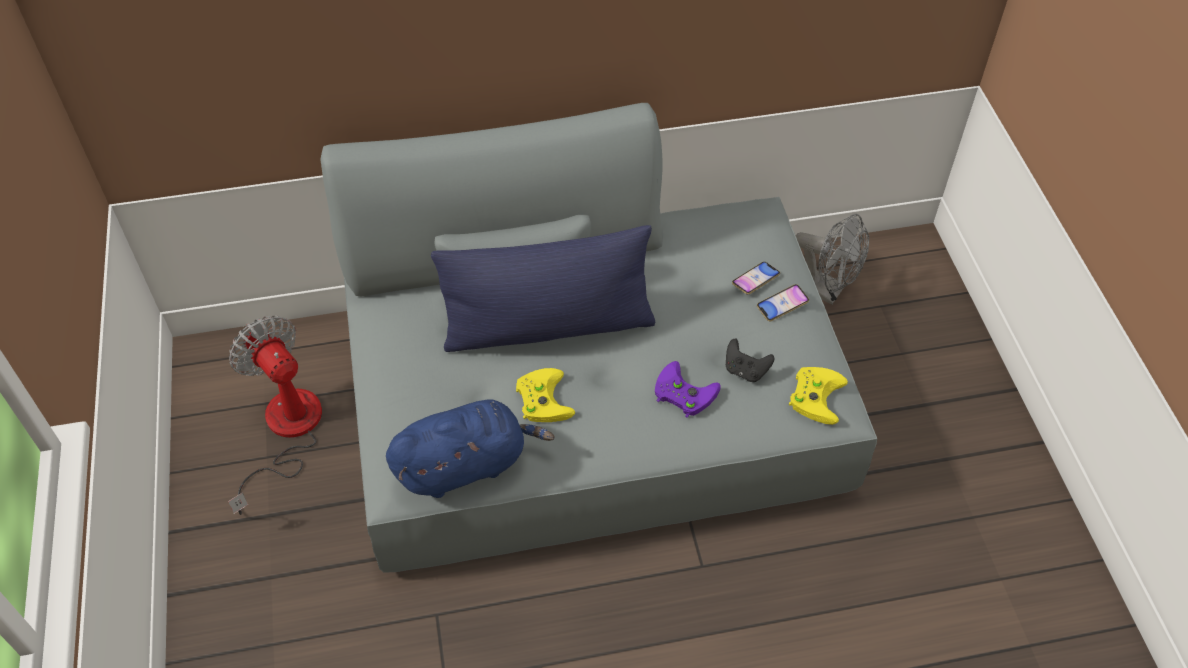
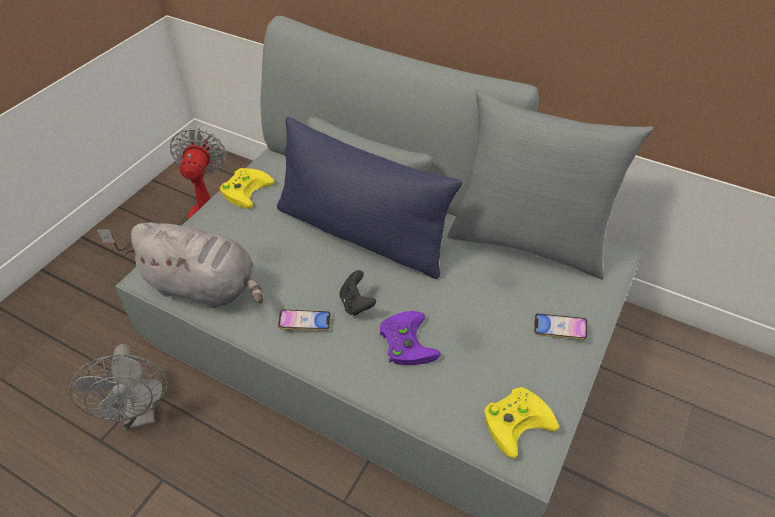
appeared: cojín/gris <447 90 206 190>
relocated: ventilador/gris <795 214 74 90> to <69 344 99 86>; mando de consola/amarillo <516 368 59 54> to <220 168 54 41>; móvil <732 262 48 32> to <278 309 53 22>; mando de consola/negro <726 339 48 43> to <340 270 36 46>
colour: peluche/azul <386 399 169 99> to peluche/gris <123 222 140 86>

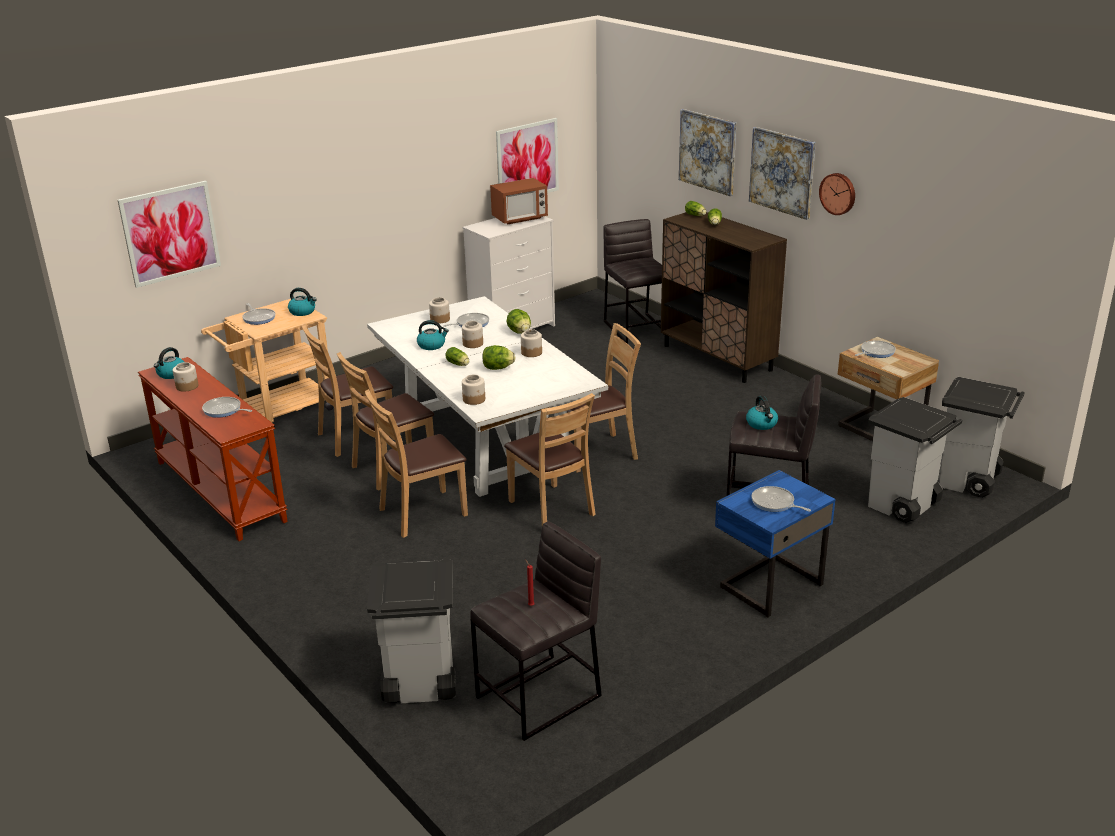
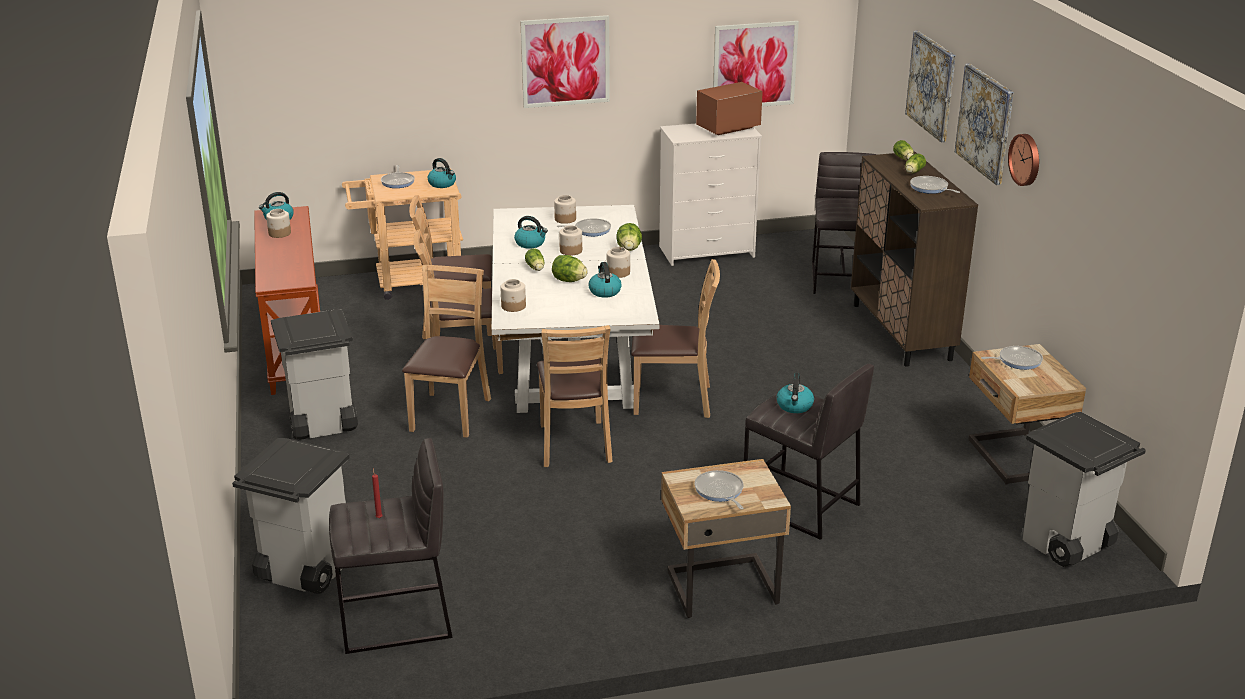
appeared: hervidor <588 262 34 36>
relocated: papelera/gris <868 397 94 126> to <271 310 87 130>; cuadro <118 181 103 107> to <520 15 90 93>; sartén <202 397 50 21> to <910 176 50 18>
colour: mesita de noche/azul <715 470 120 148> to mesita de noche/beis <661 459 130 159>
spun: silla/marrón <365 389 103 149> = <402 265 89 173> 105 degrees clockwise; microondas <490 178 58 46> = <696 82 67 53> 150 degrees clockwise

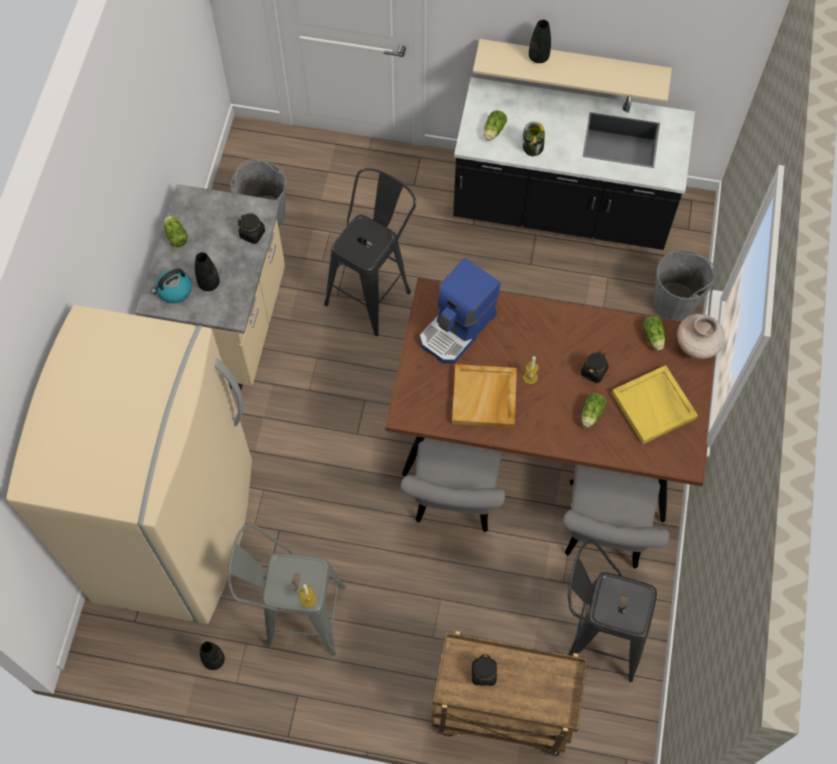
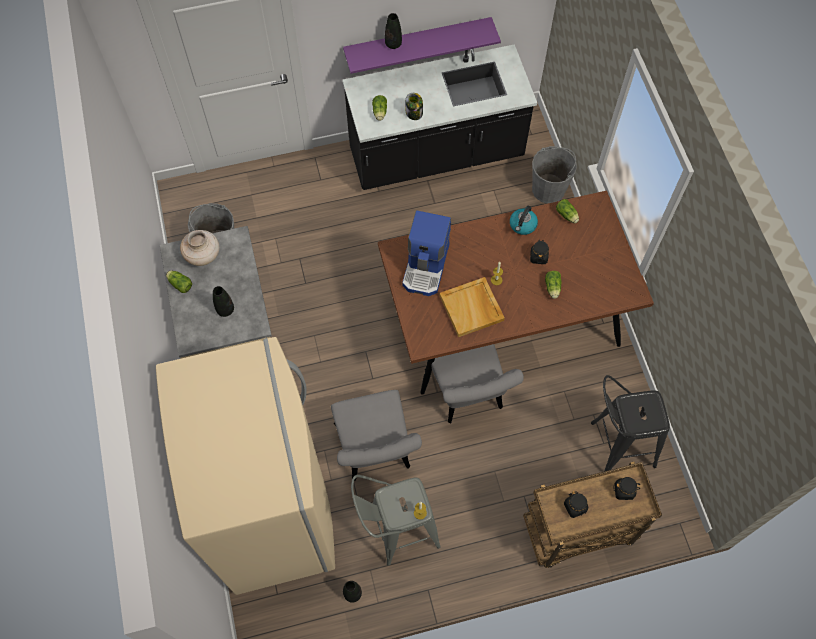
missing: taburete/negro <324 168 92 168>; bandeja/amarillo <611 365 87 79>
relocated: florero/beis <677 314 48 45> to <180 230 40 36>; silla/gris <562 464 107 105> to <331 390 91 91>; hervidor <151 268 41 35> to <510 206 28 29>; tarro/negro <238 213 27 31> to <613 477 28 23>
colour: estante/beis <473 39 199 64> to estante/morado <343 17 158 57>

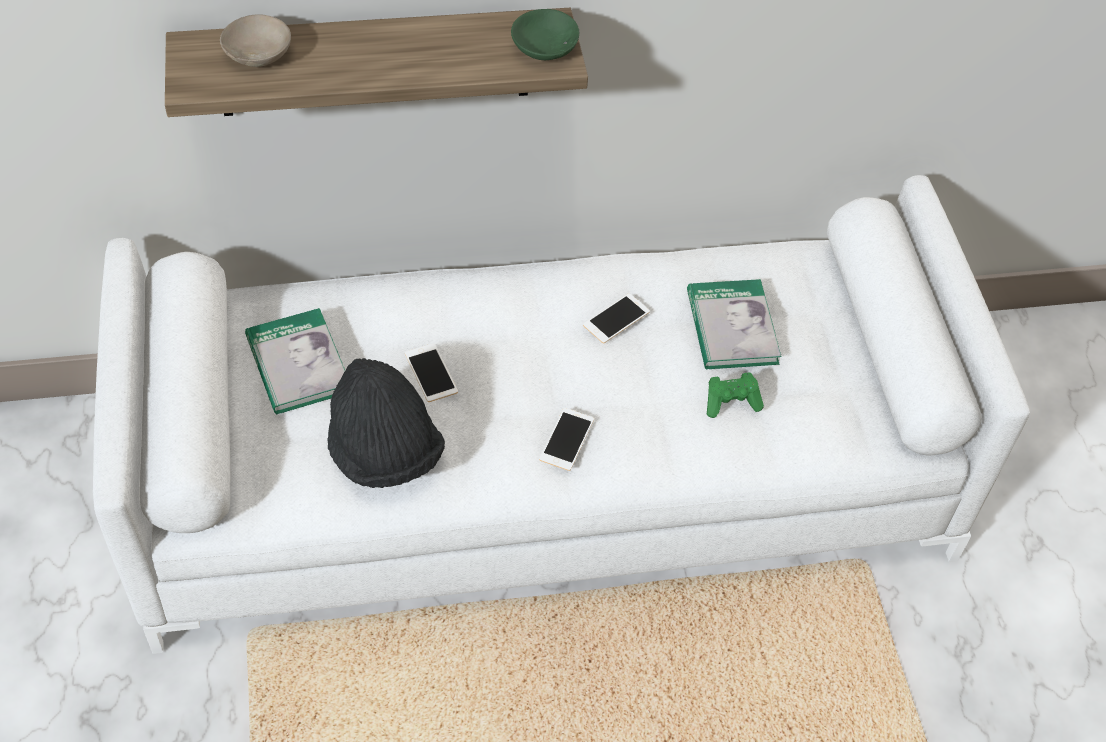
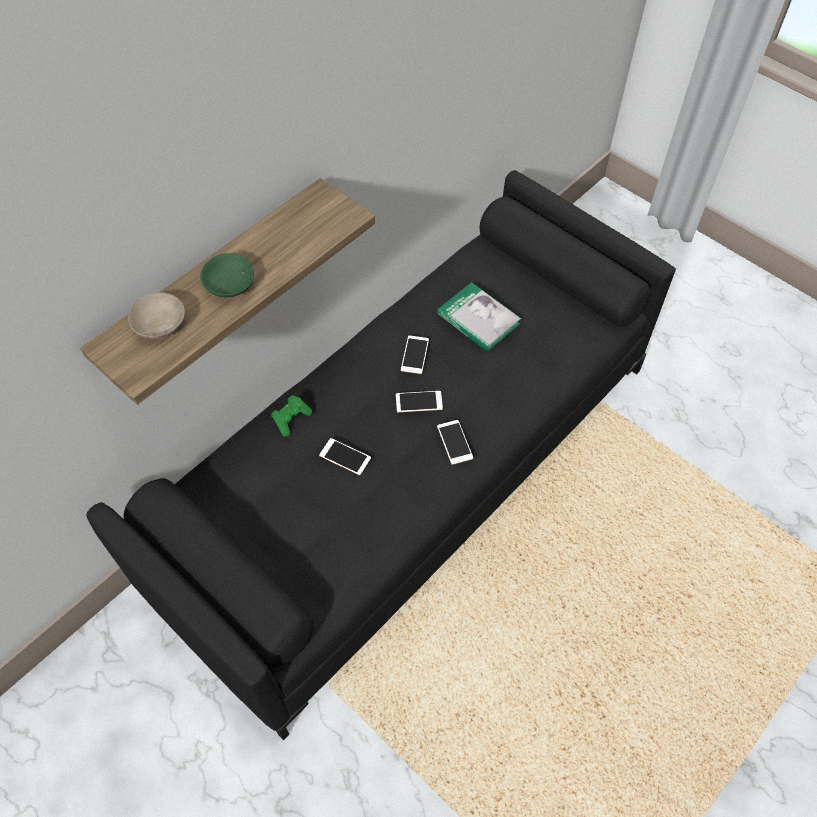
missing: libro <245 308 100 106>; sombrero/negro <327 358 118 130>
appeared: móvil <396 391 47 21>
relocated: cuenco/verde <511 9 68 51> to <200 253 54 44>; mando de consola/verde <707 372 57 46> to <271 395 41 42>
colour: sofá/blanco <93 175 937 479> to sofá/negro <86 170 590 570>

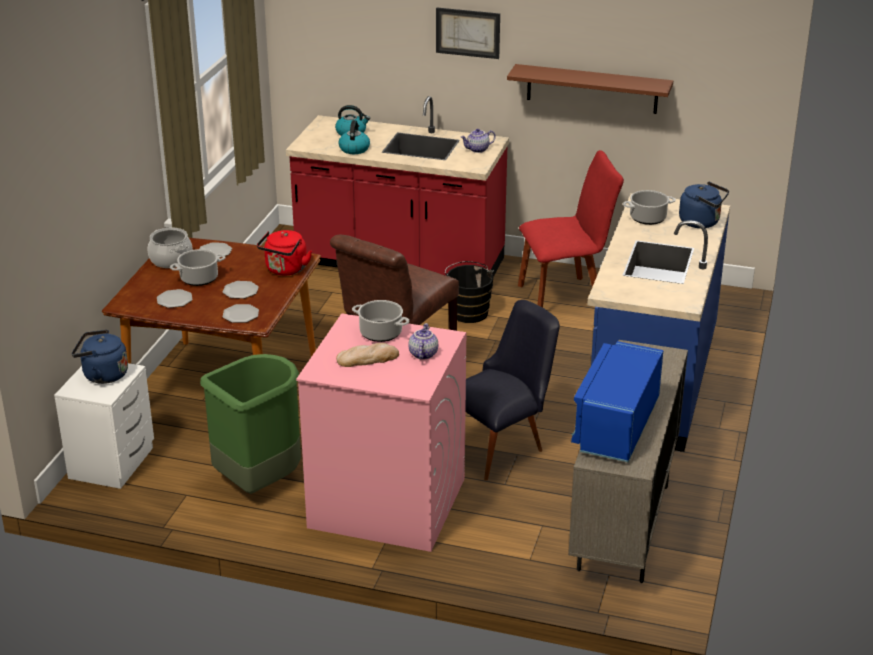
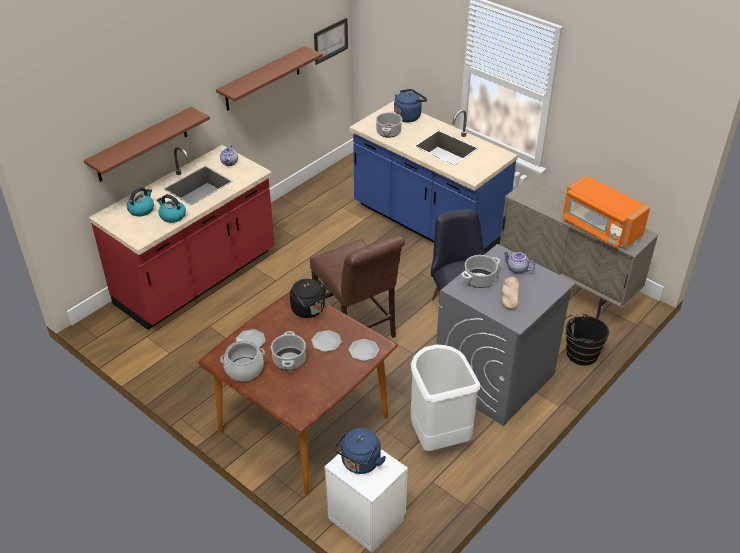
missing: plato <157 289 36 19>; silla/rojo <518 150 106 157>
appeared: estante/marrón <84 107 126 75>
relocated: cuadro <436 8 64 51> to <314 18 34 47>; cubo/negro <445 261 49 62> to <563 313 46 53>
colour: hervidor/rojo <257 230 55 46> to hervidor/negro <290 279 41 39>; papelera/verde <200 354 101 140> to papelera/blanco <410 344 71 107>; lavadora/rosa <296 313 170 239> to lavadora/gris <436 244 139 182>; microondas/azul <571 341 92 121> to microondas/naranja <562 175 88 74>

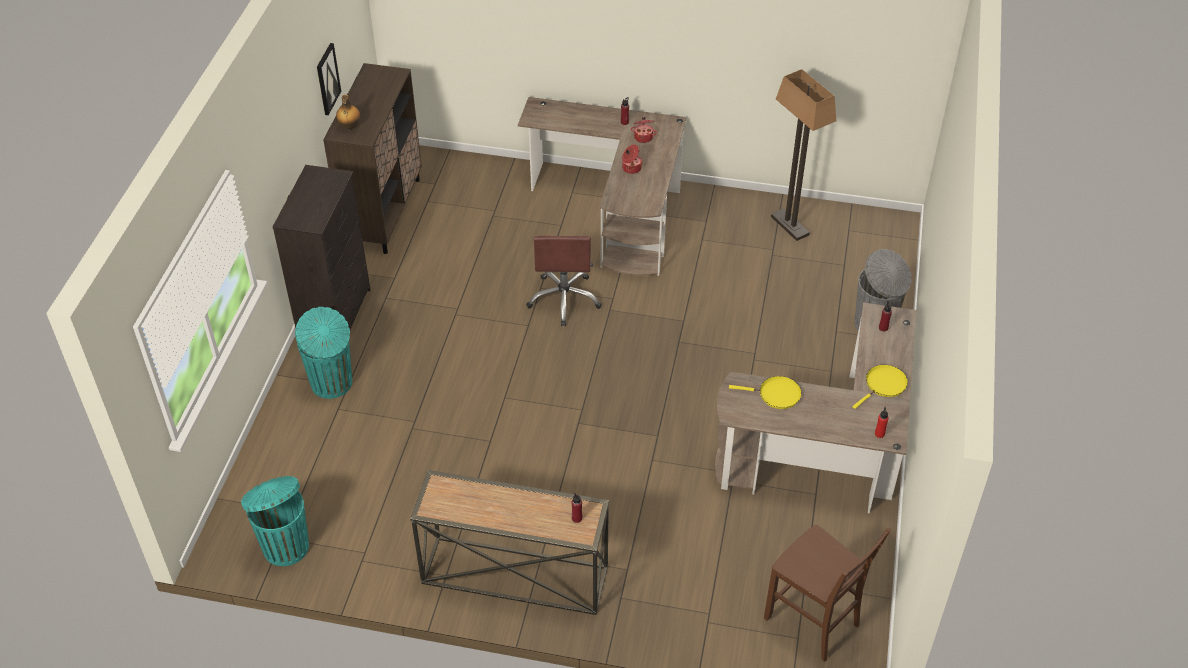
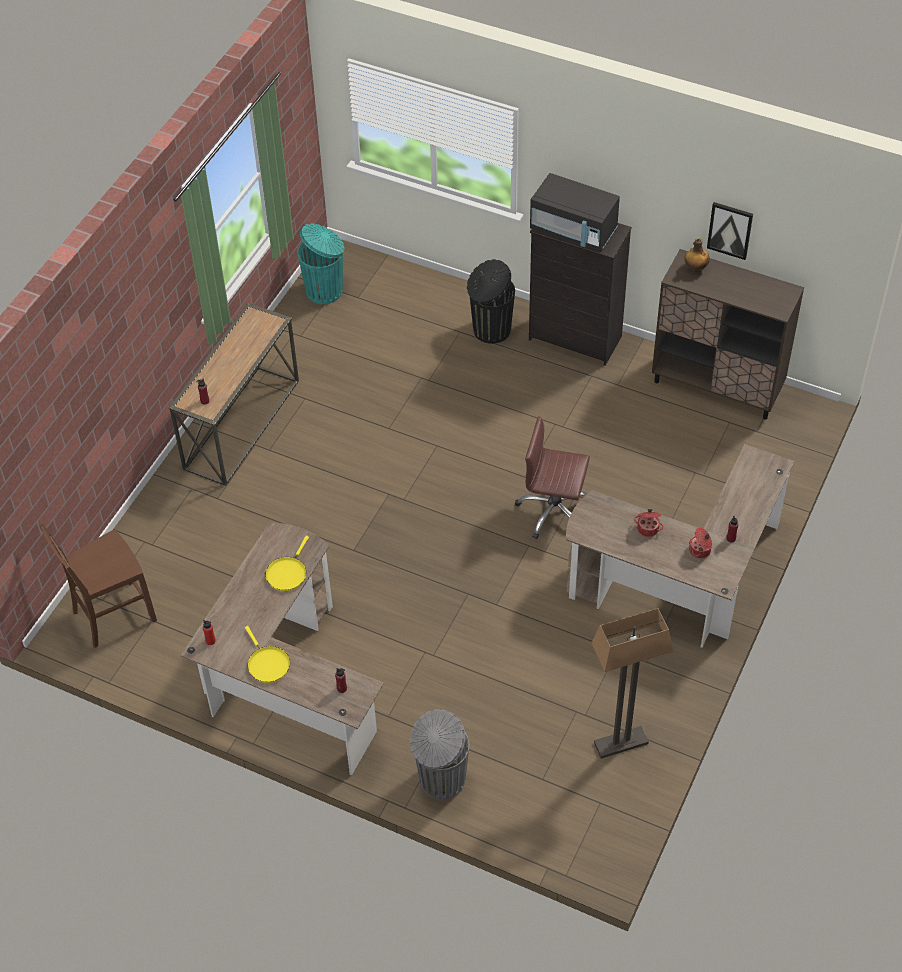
appeared: microondas/negro <530 173 90 79>
colour: papelera/turquesa <295 307 57 92> to papelera/negro <467 259 48 85>

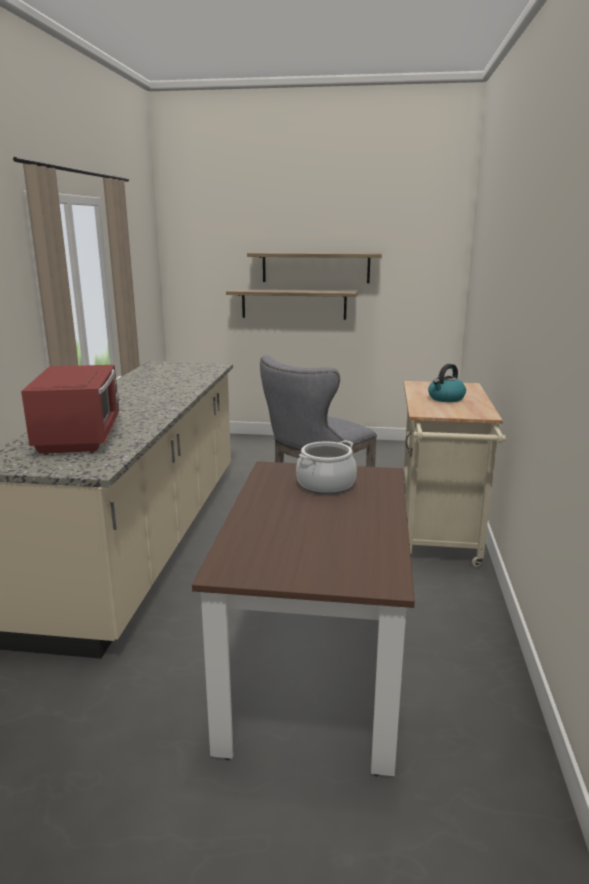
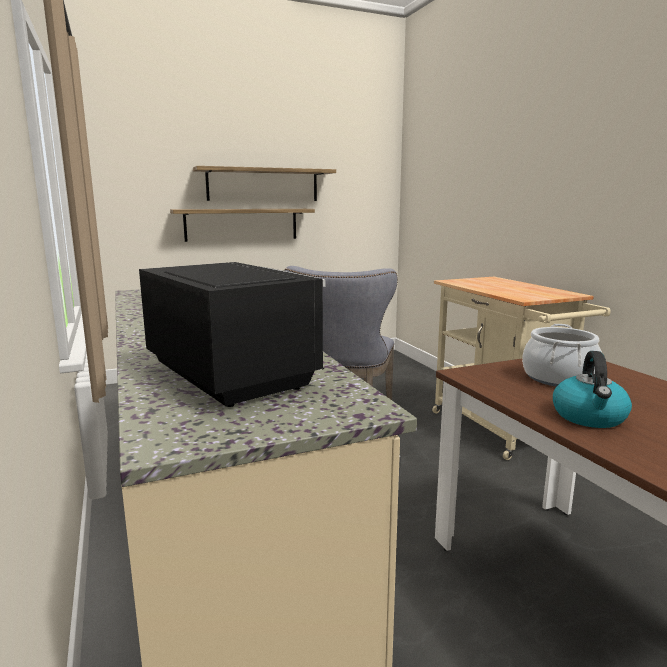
relocated: hervidor <428 364 38 38> to <553 351 79 77>
colour: microondas/rojo <21 365 98 90> to microondas/negro <139 262 187 145>

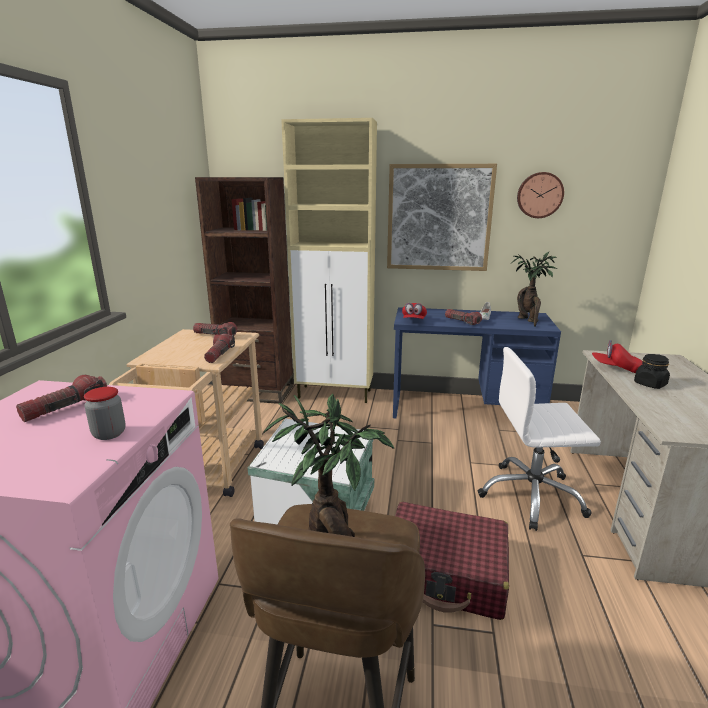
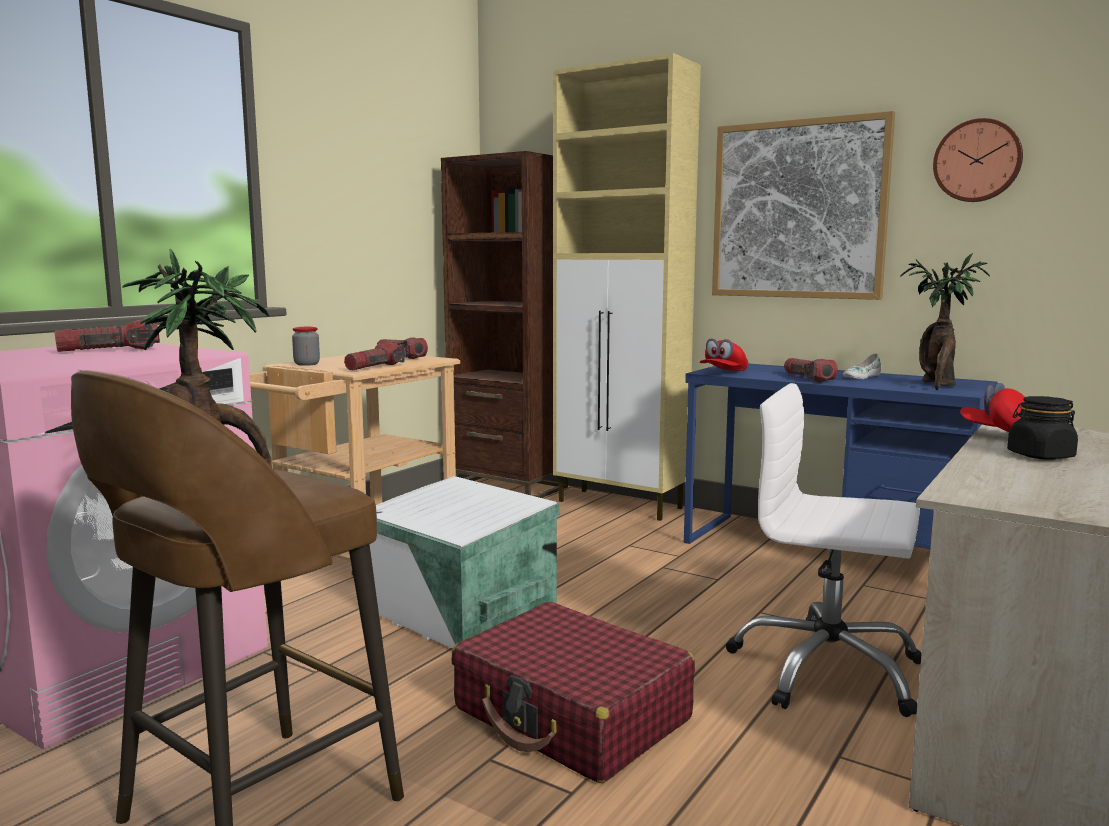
relocated: tarro <84 387 42 53> to <292 327 28 39>

